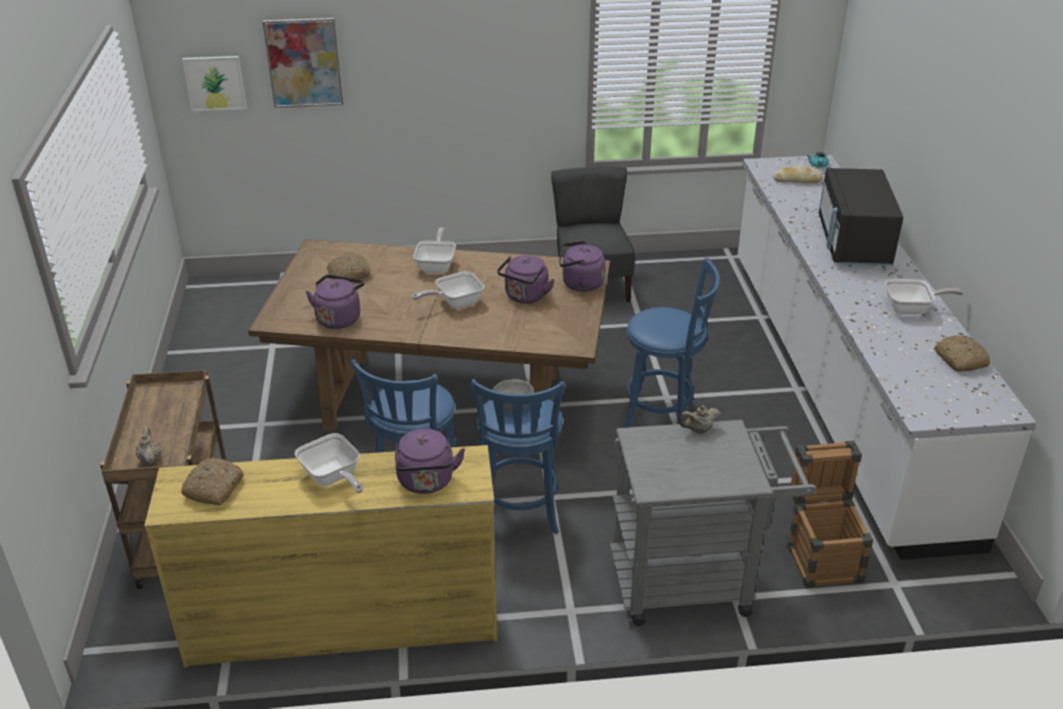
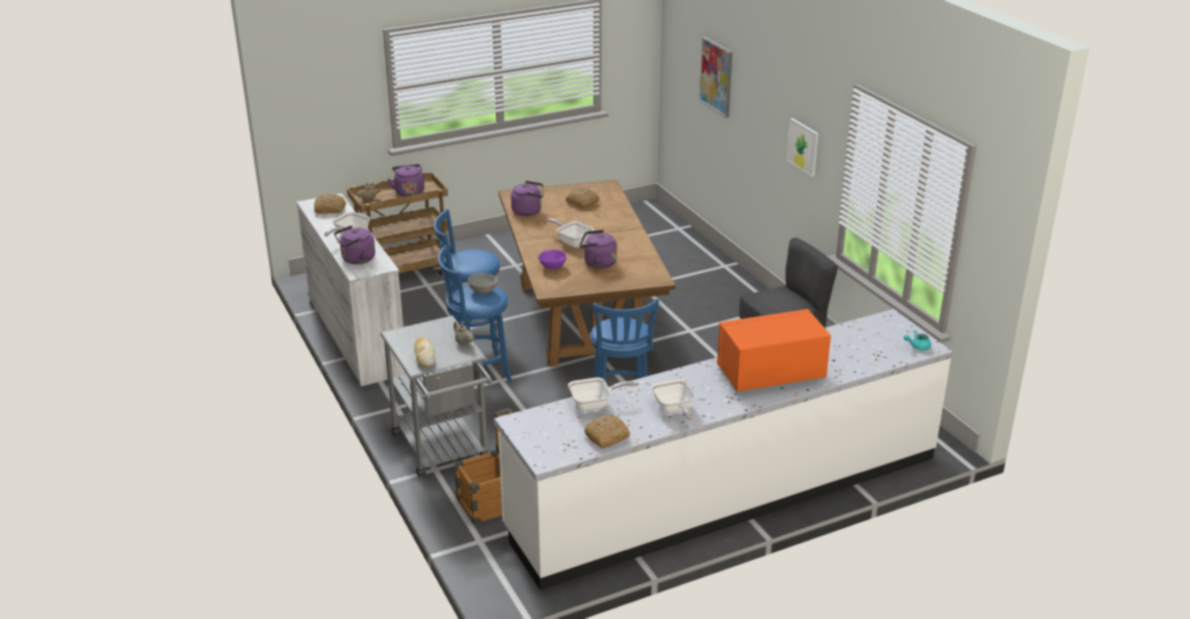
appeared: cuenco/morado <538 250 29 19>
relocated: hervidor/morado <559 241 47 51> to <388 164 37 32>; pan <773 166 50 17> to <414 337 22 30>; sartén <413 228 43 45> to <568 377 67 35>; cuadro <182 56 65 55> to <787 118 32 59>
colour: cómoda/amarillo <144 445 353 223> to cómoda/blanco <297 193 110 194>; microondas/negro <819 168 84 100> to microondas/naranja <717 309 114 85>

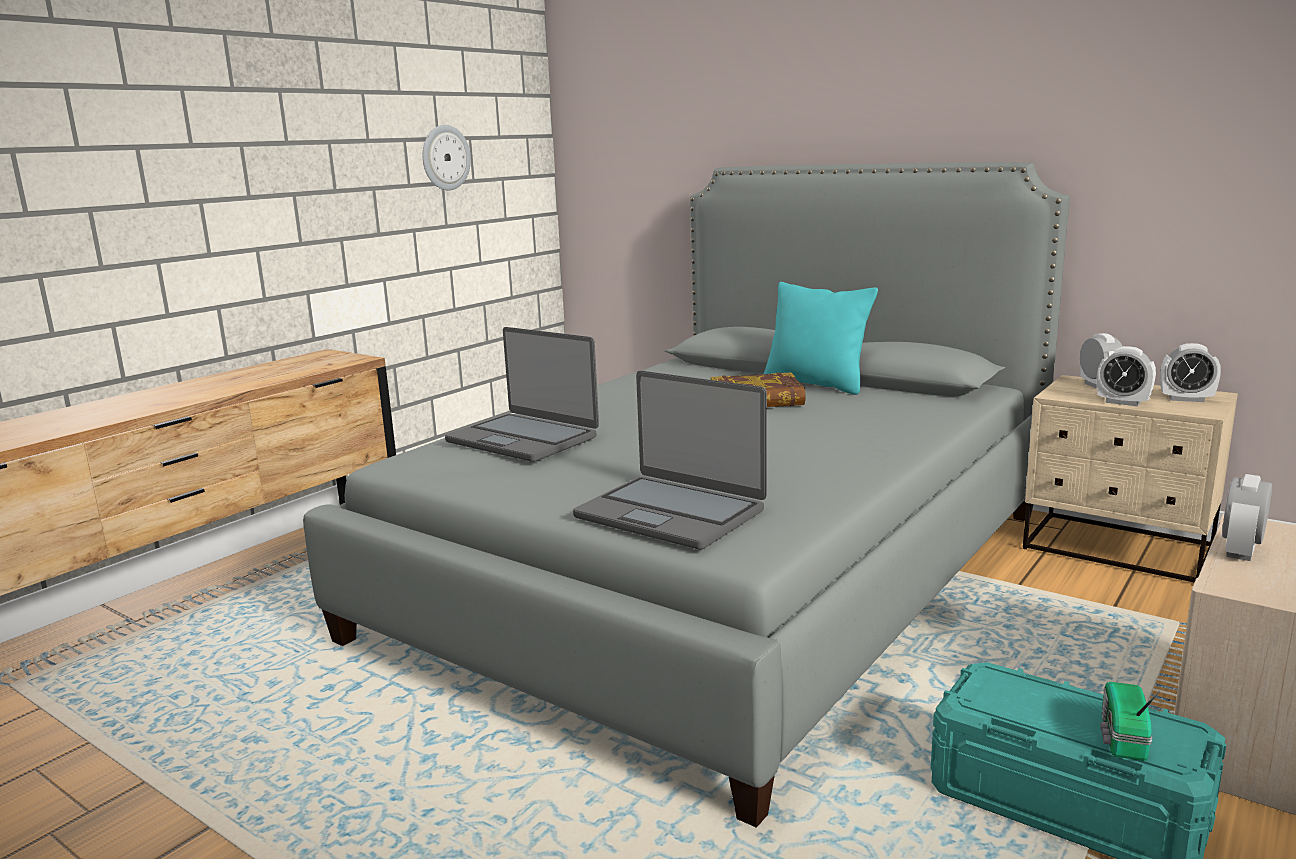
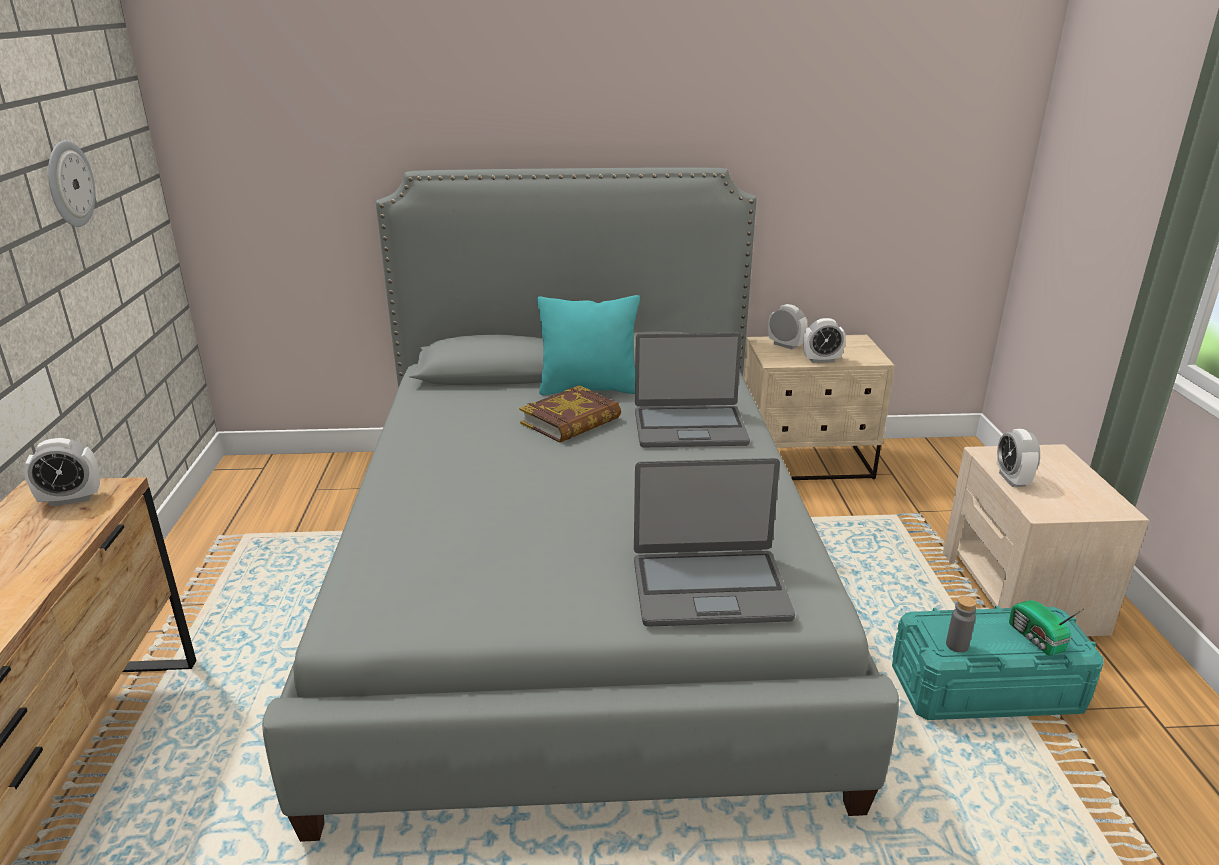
appeared: botella/gris <946 596 31 57>
relocated: despertador <1160 343 61 59> to <24 438 76 69>; portátil <445 327 154 135> to <635 333 115 114>

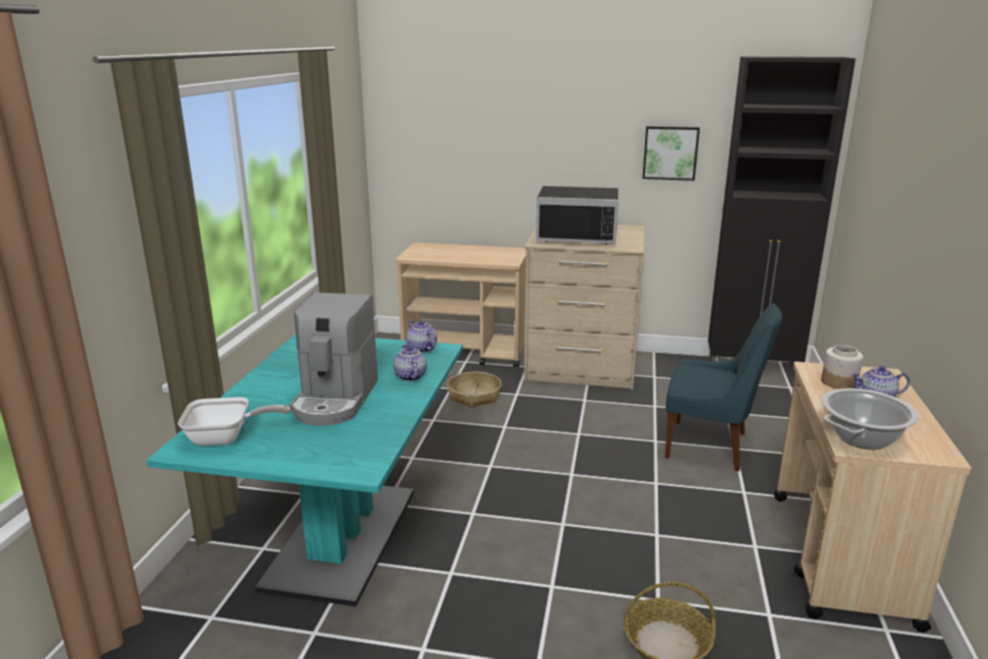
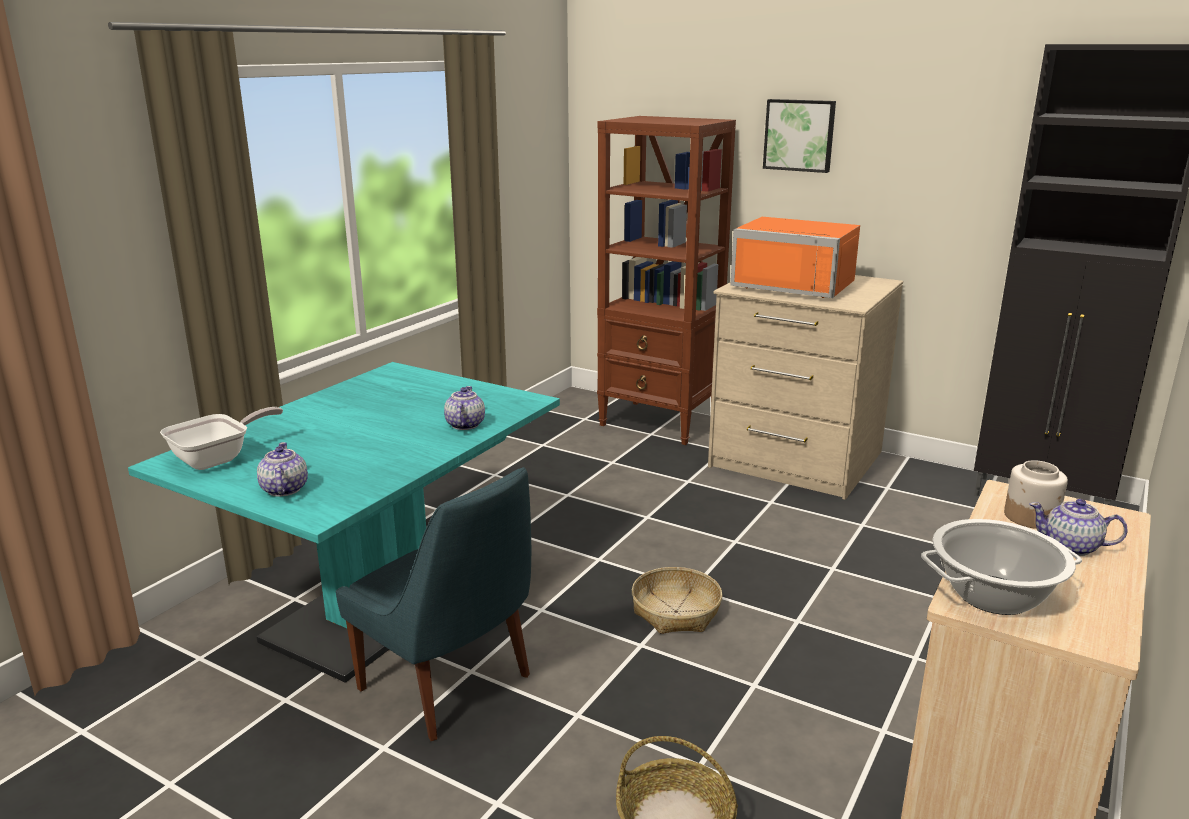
missing: cafetera <290 292 88 134>
relocated: tetera <406 320 31 33> to <257 442 51 55>; silla/azul <665 303 118 169> to <336 467 195 274>; cesta <447 372 55 36> to <632 567 90 67>; cuadro <642 126 58 55> to <763 99 73 74>
exchanged: carrito/beis <395 242 131 126> to estantería/marrón <597 116 139 329>
colour: microondas/negro <536 186 82 58> to microondas/naranja <730 217 130 81>
spun: sartén <178 397 113 49> = <160 407 123 63> 60 degrees counterclockwise

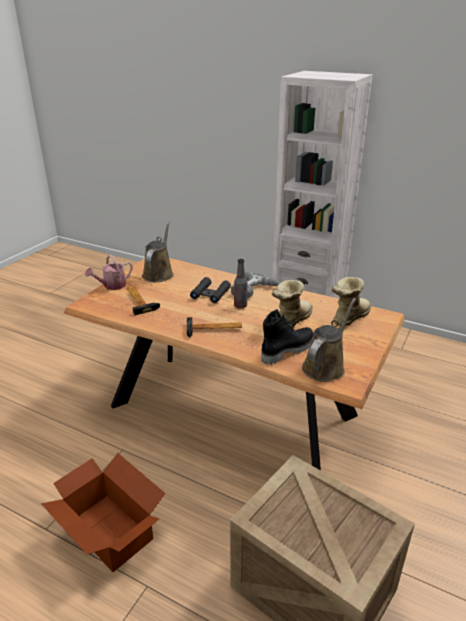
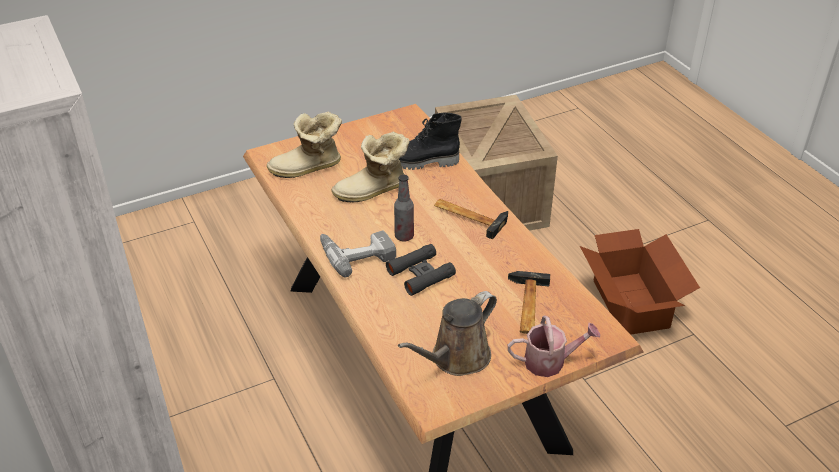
missing: regadera/marrón <302 298 54 84>

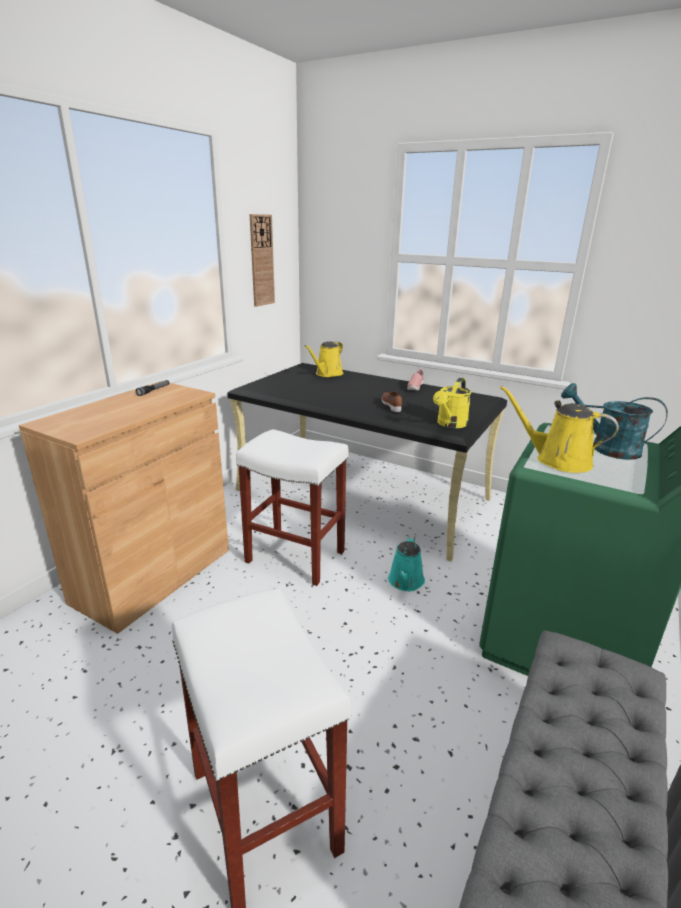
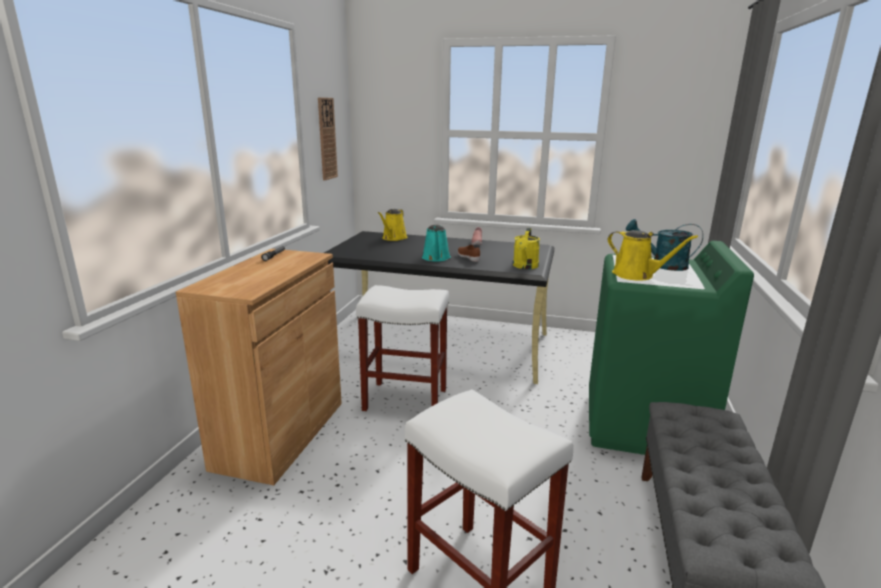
relocated: regadera/turquesa <388 535 37 56> to <422 224 29 38>
spun: regadera/amarillo <500 386 119 87> = <608 230 90 51> 150 degrees counterclockwise

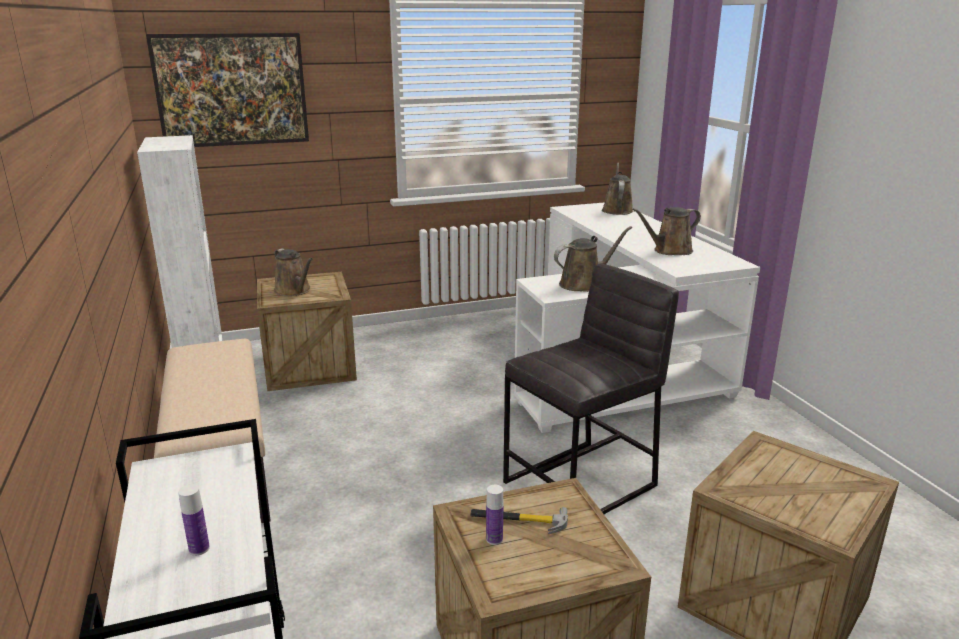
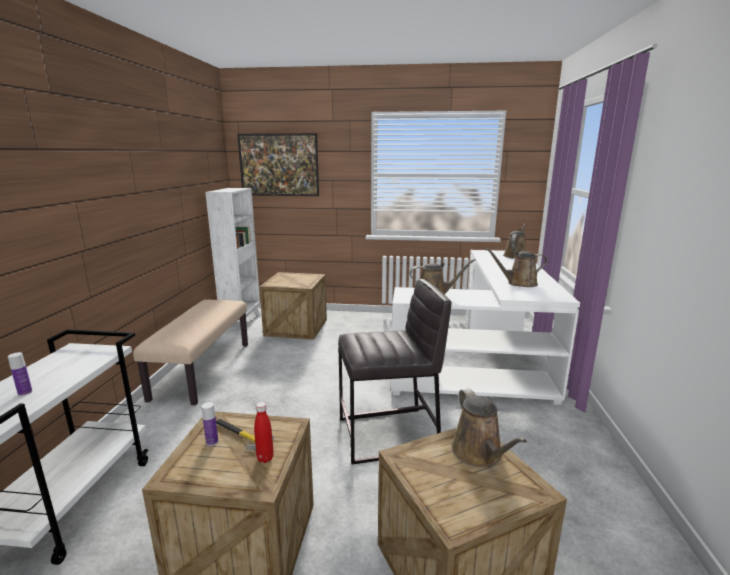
appeared: botella/rojo <254 402 20 61>
relocated: regadera/marrón <274 248 39 48> to <451 388 76 79>

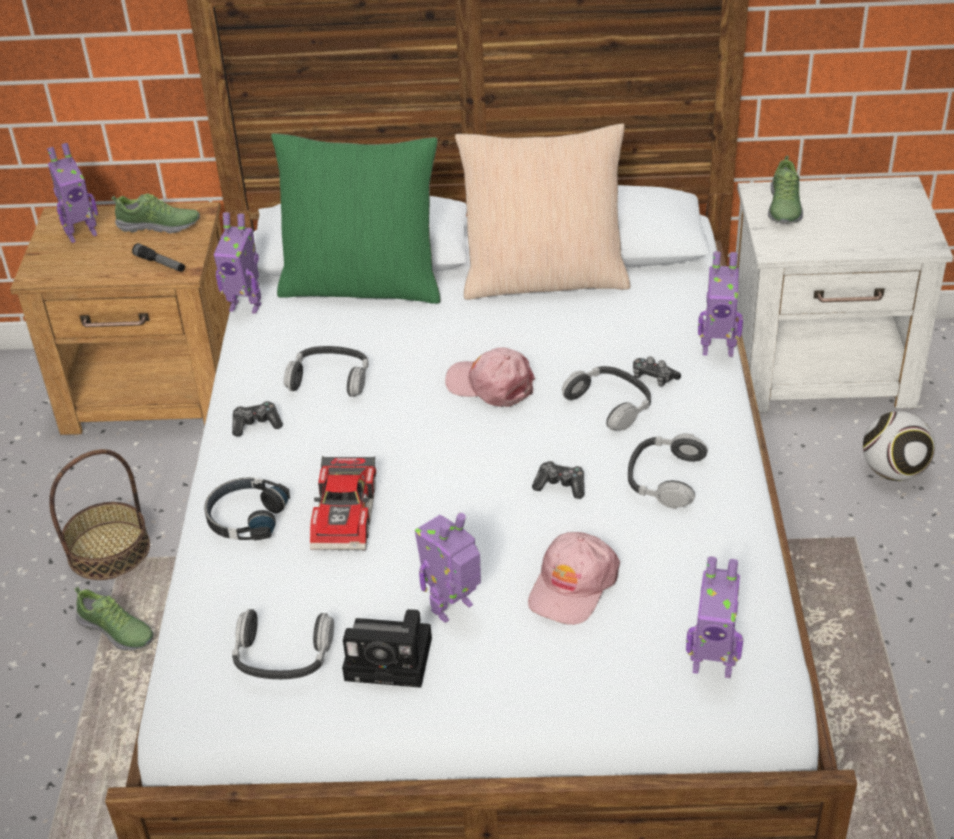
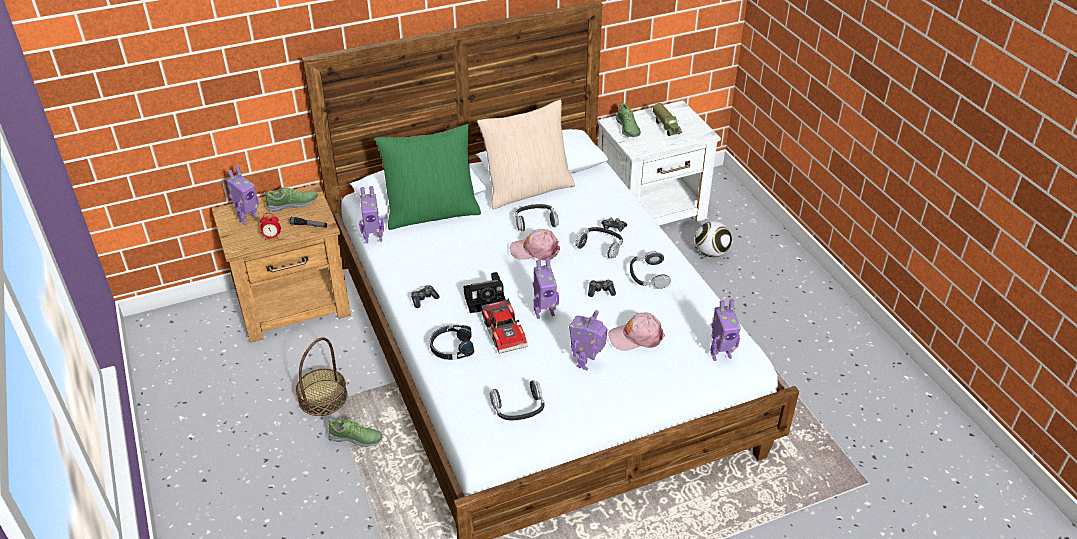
appeared: despertador <260 213 21 27>; camión de juguete <653 103 29 33>
relocated: cámara <342 609 90 79> to <464 272 42 41>; auriculares <284 346 85 51> to <515 204 44 27>; robot de juguete <698 251 45 106> to <533 258 26 61>
spun: gorra/rosa <528 532 92 93> = <608 313 57 38> 75 degrees clockwise

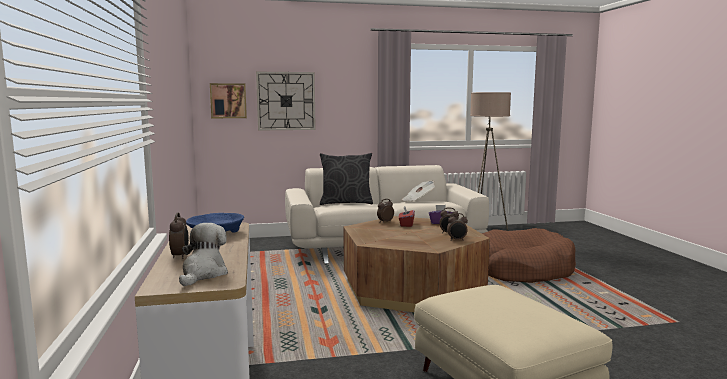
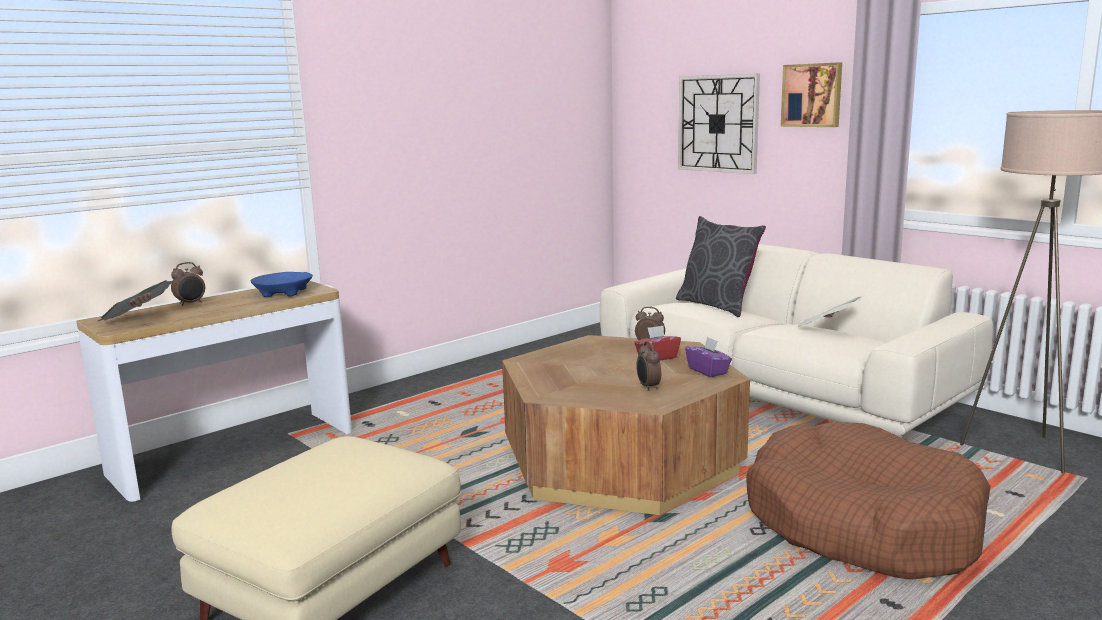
missing: despertador <447 213 21 28>
relocated: cuadro <210 83 37 35> to <781 62 61 65>
exchanged: peluche <179 223 49 63> to periódico <98 280 74 41>

